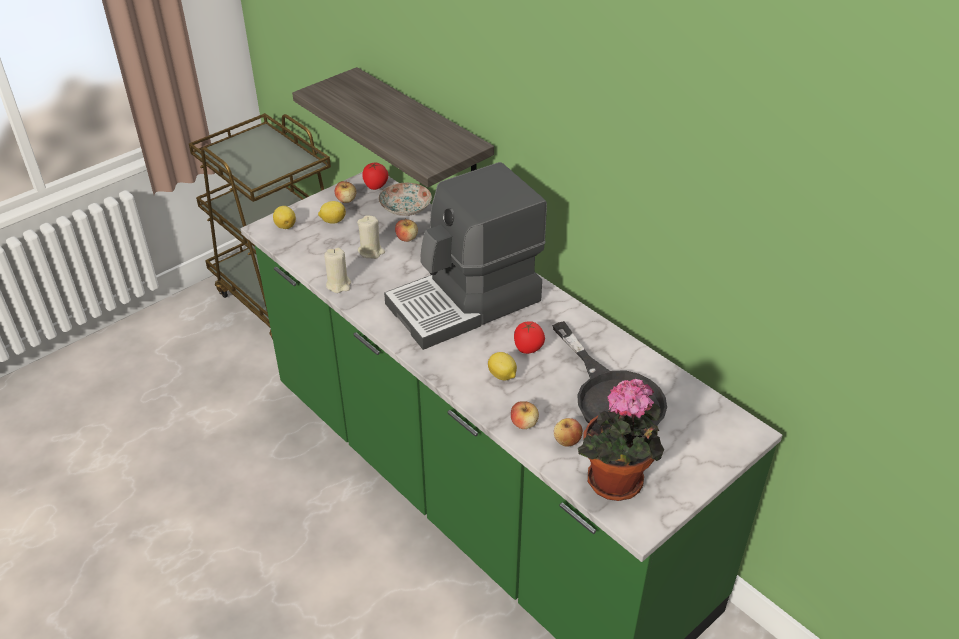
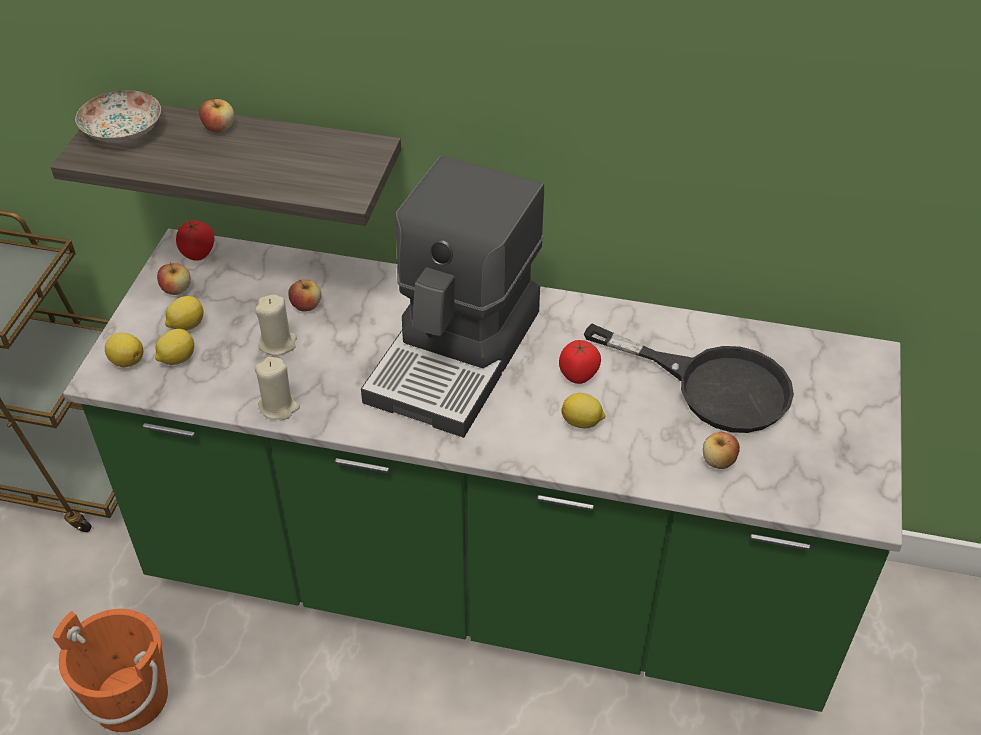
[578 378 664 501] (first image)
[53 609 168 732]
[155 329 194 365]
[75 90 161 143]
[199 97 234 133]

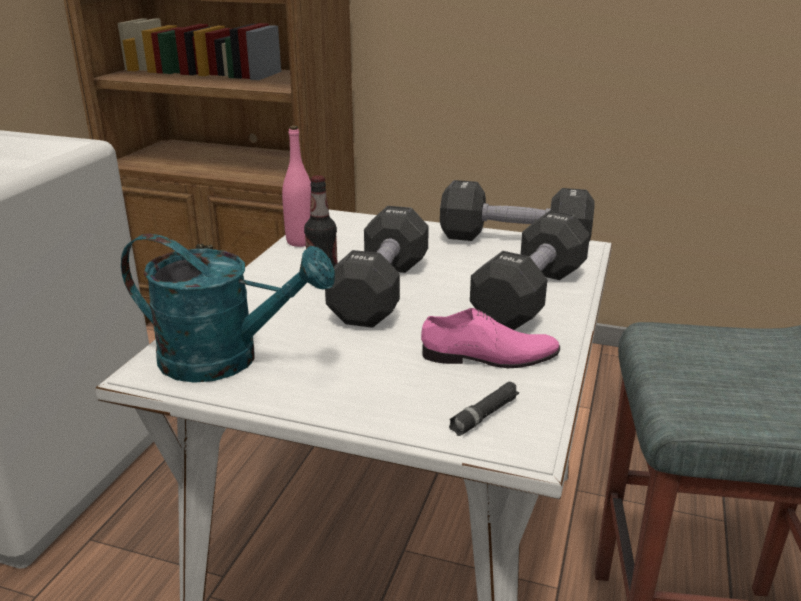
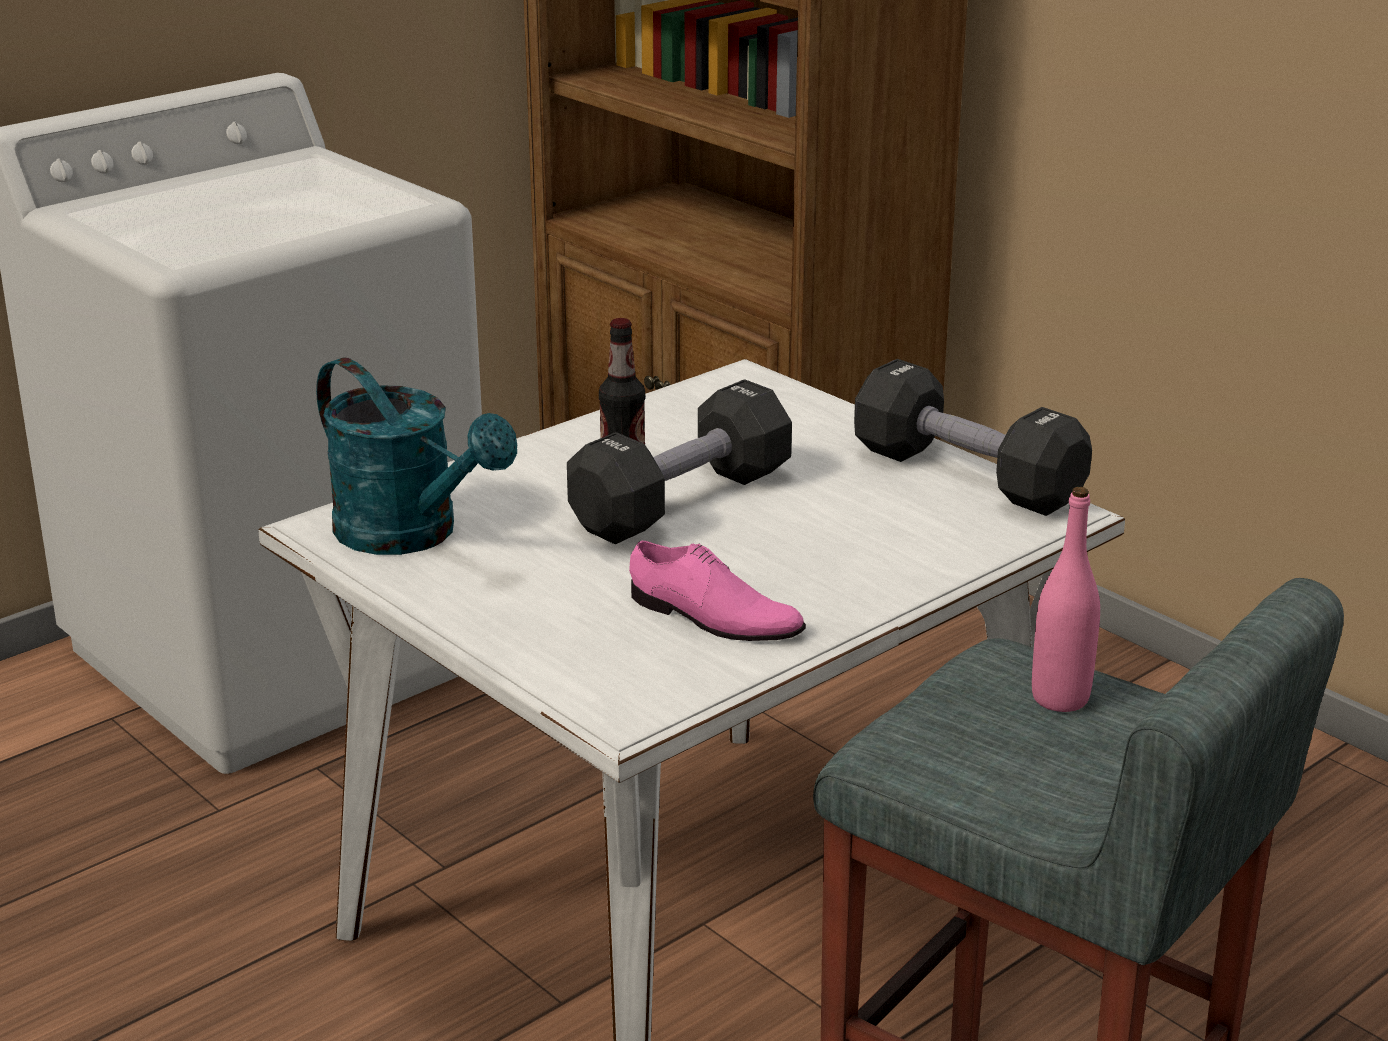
[449 382 519 436] (first image)
[470 210 590 330] (first image)
[1032 487 1100 712]

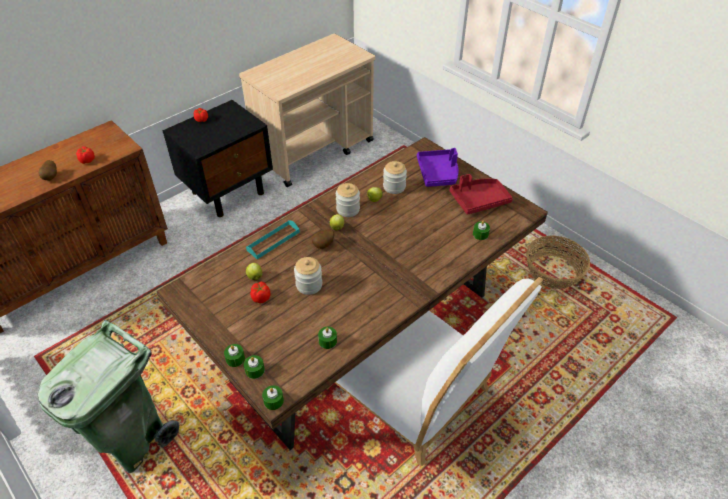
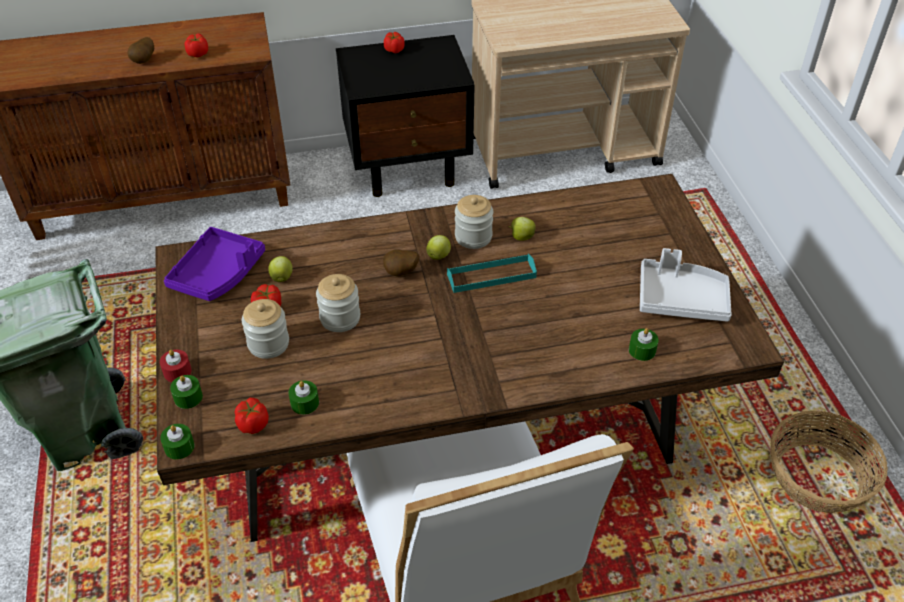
[235 398 269 434]
[447 254 537 293]
[242 299 289 359]
[164 227 265 301]
[160 350 192 382]
[640 248 732 322]

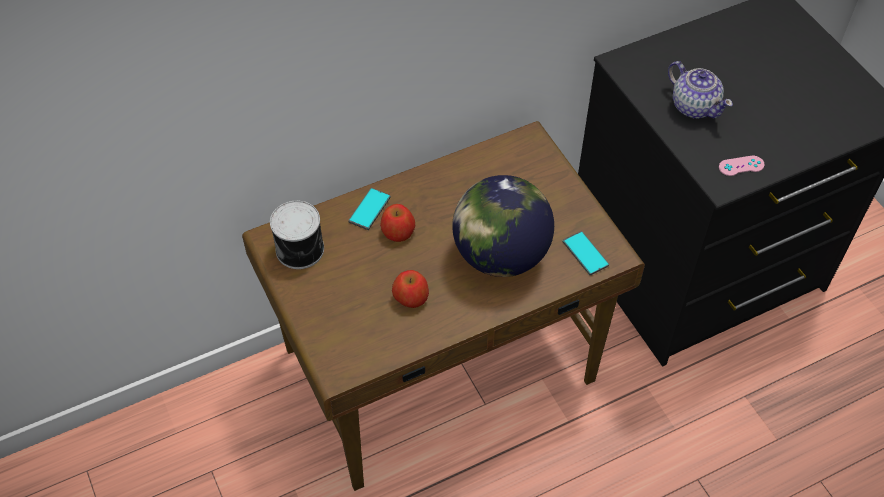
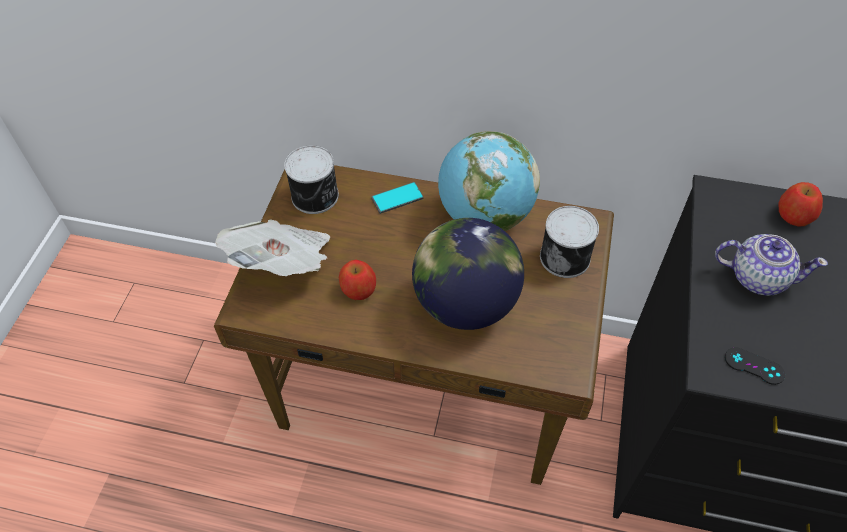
[563 231 609 275] (first image)
[215 219 330 276]
[438 131 540 231]
[540 206 599 278]
[779 182 823 227]
[725 347 785 385]
[715 234 828 296]

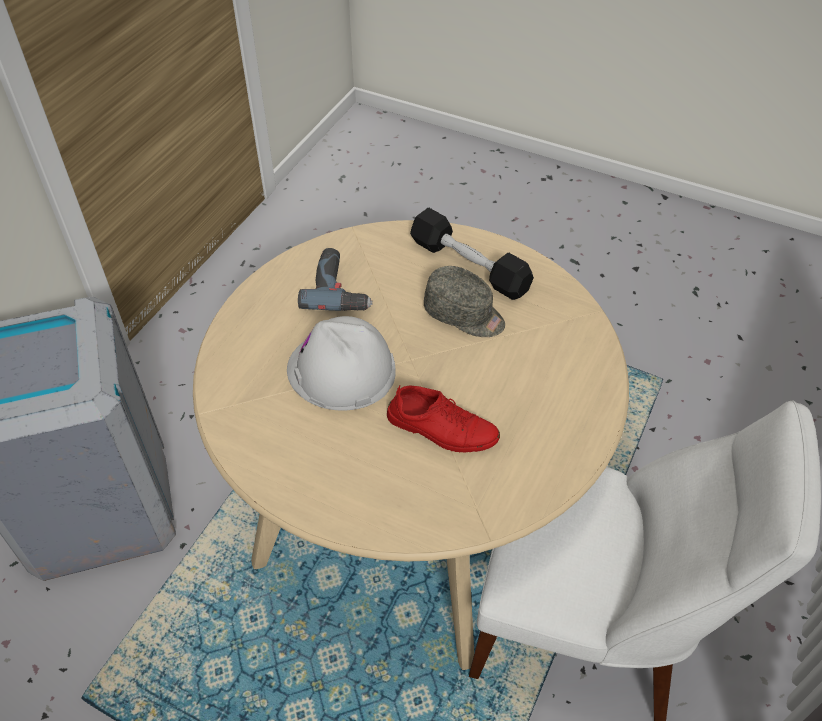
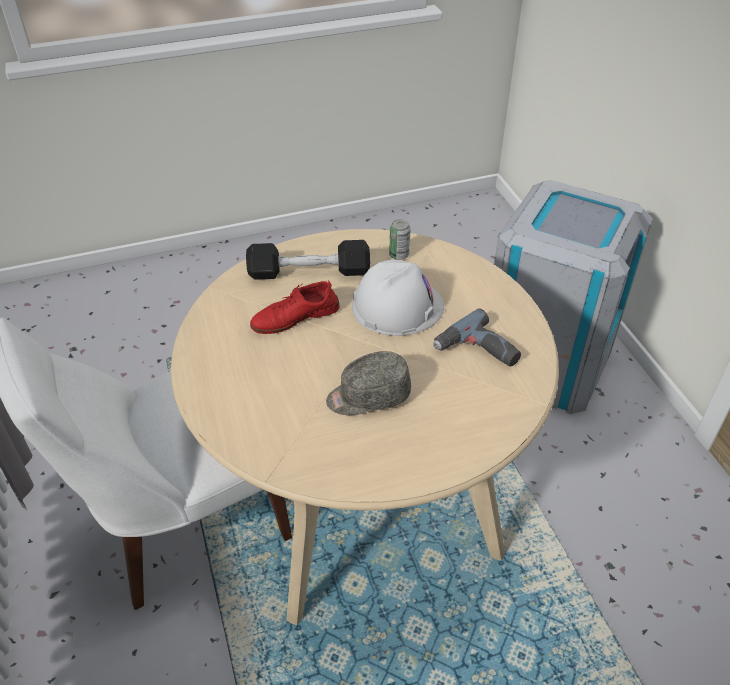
[389 219 411 260]
[246 240 370 280]

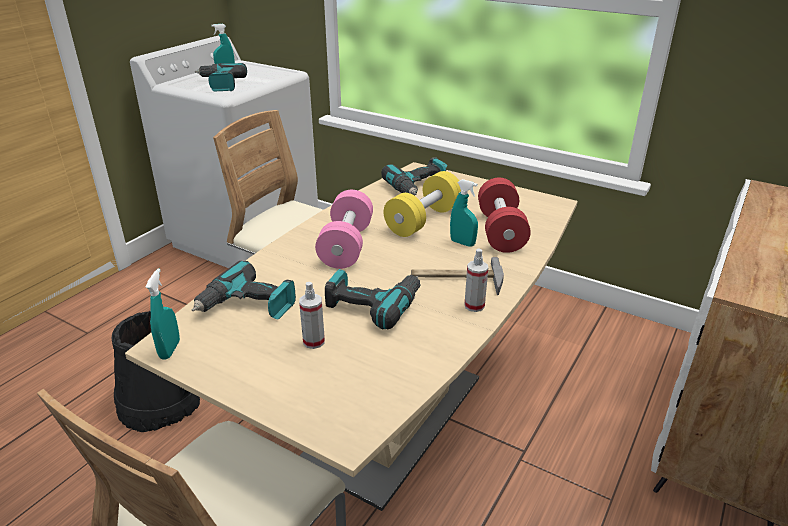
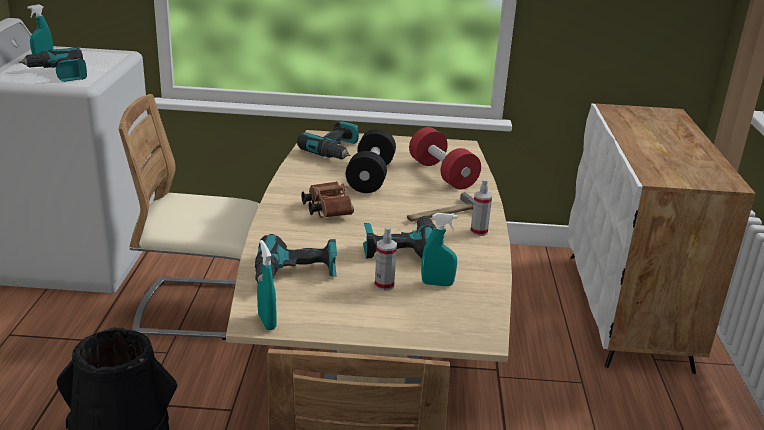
[421 213 457 286]
[301 181 354 218]
[346 129 396 193]

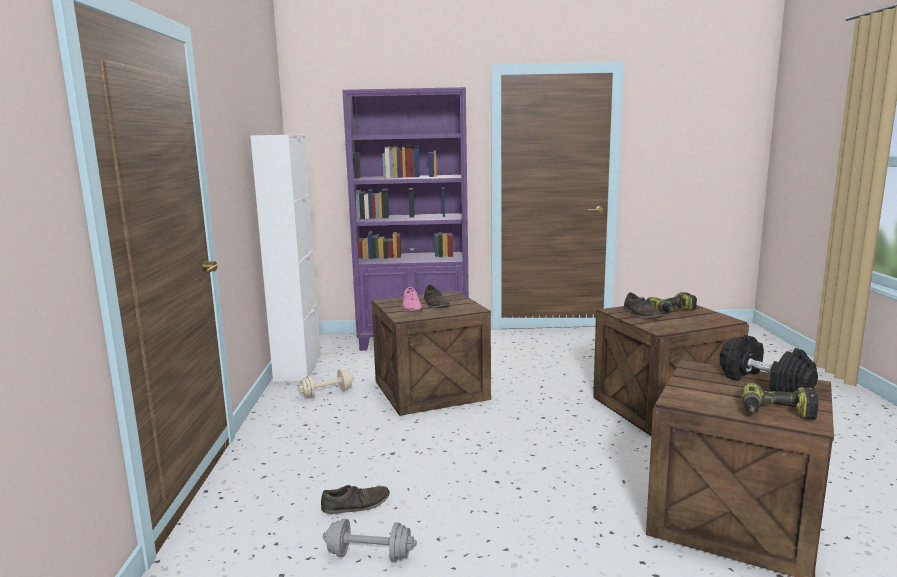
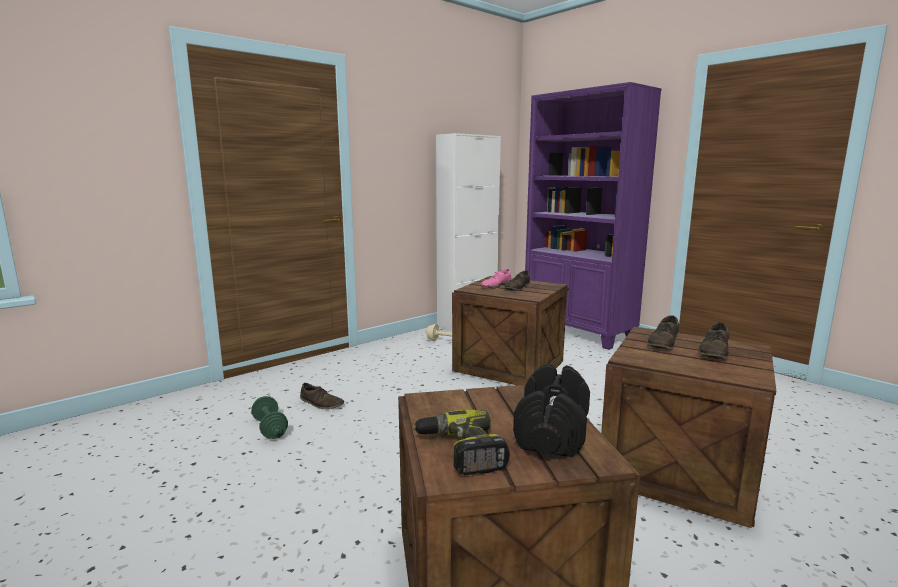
[698 322 730 360]
[251 396 288 439]

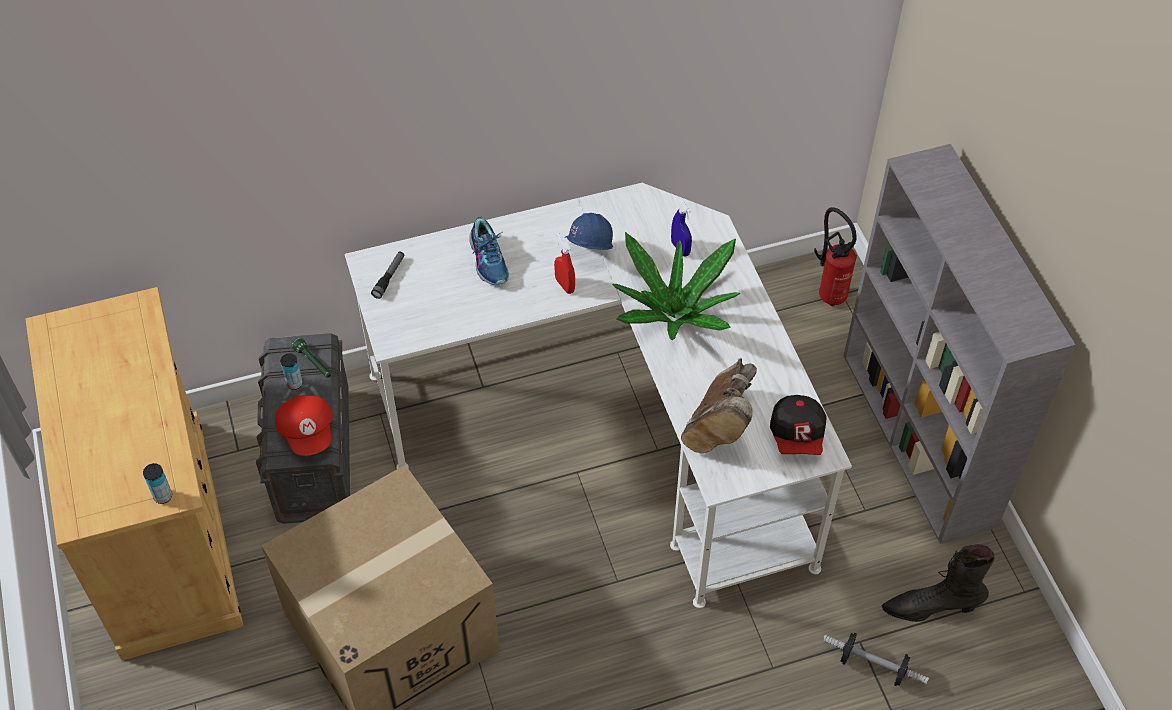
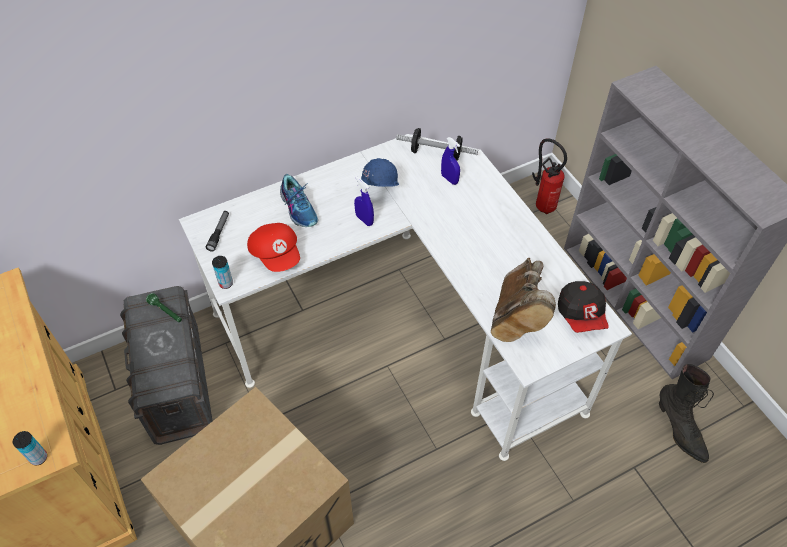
[612 232 740 340] (first image)
[247 223 300 272]
[212 256 233 289]
[396 128 478 161]
[354 176 374 226]
[659 364 714 463]

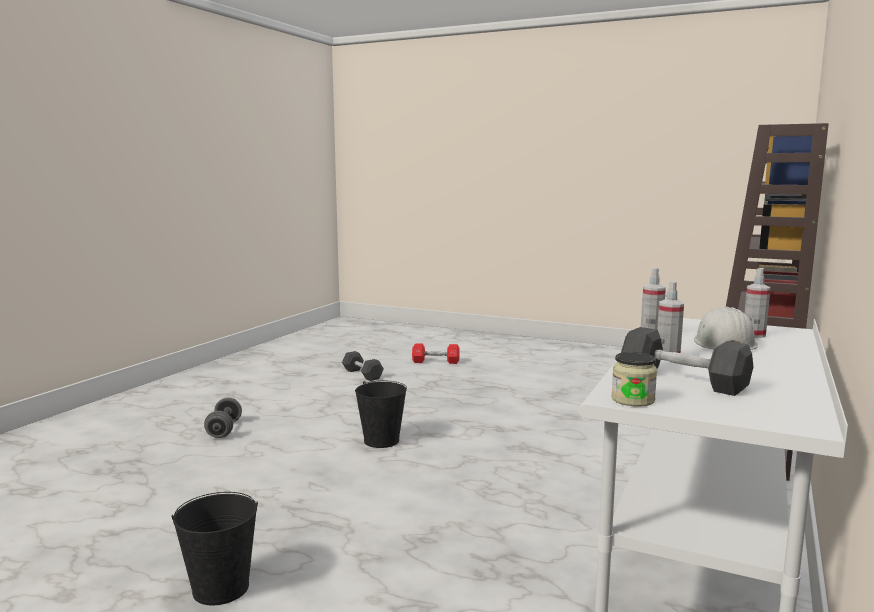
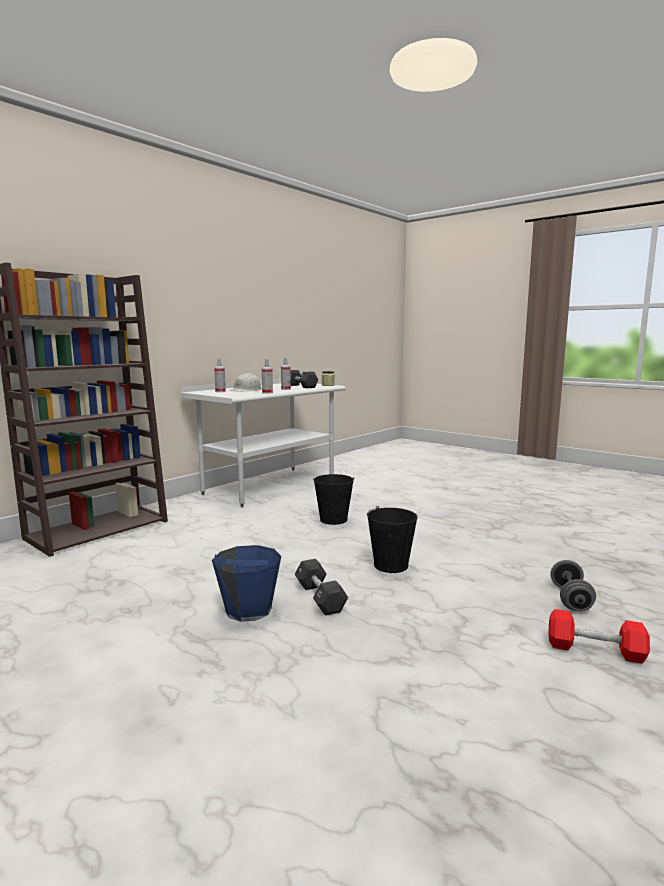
[212 545 281 622]
[313 474 354 525]
[295 559 348 616]
[548 609 650 664]

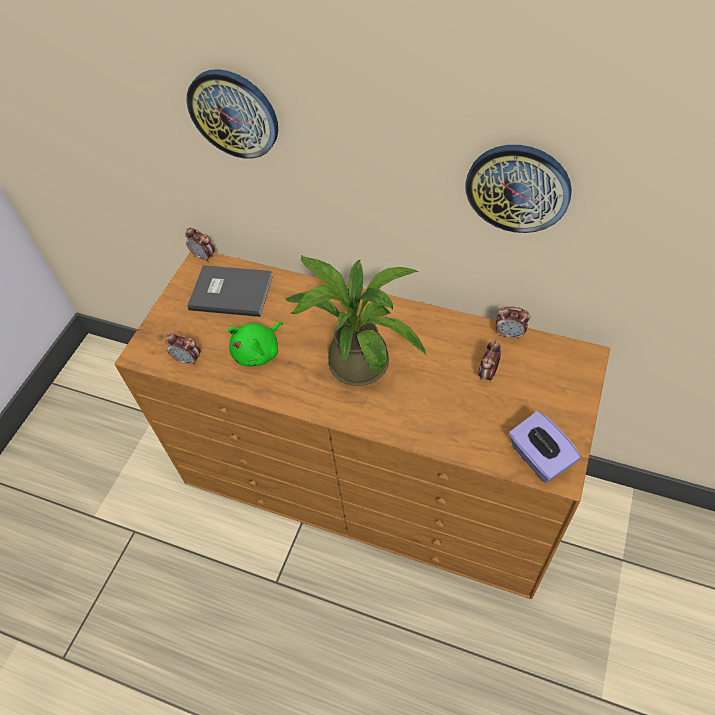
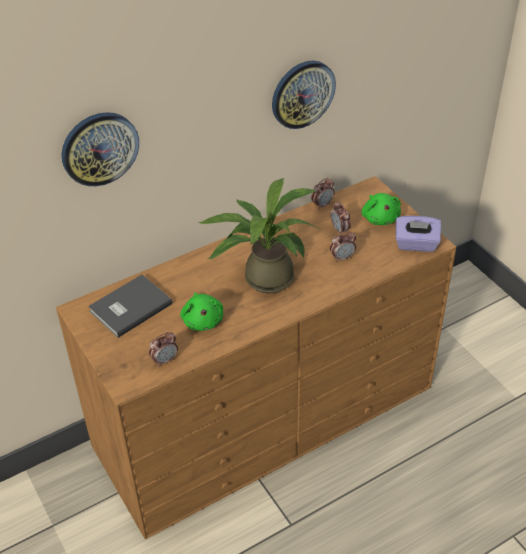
[362 193 401 225]
[330 231 356 262]

